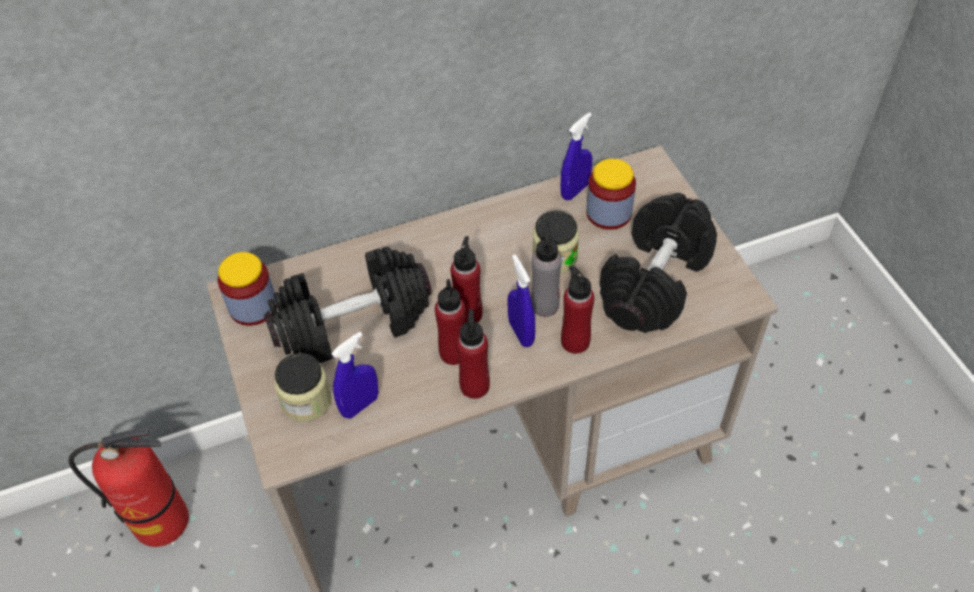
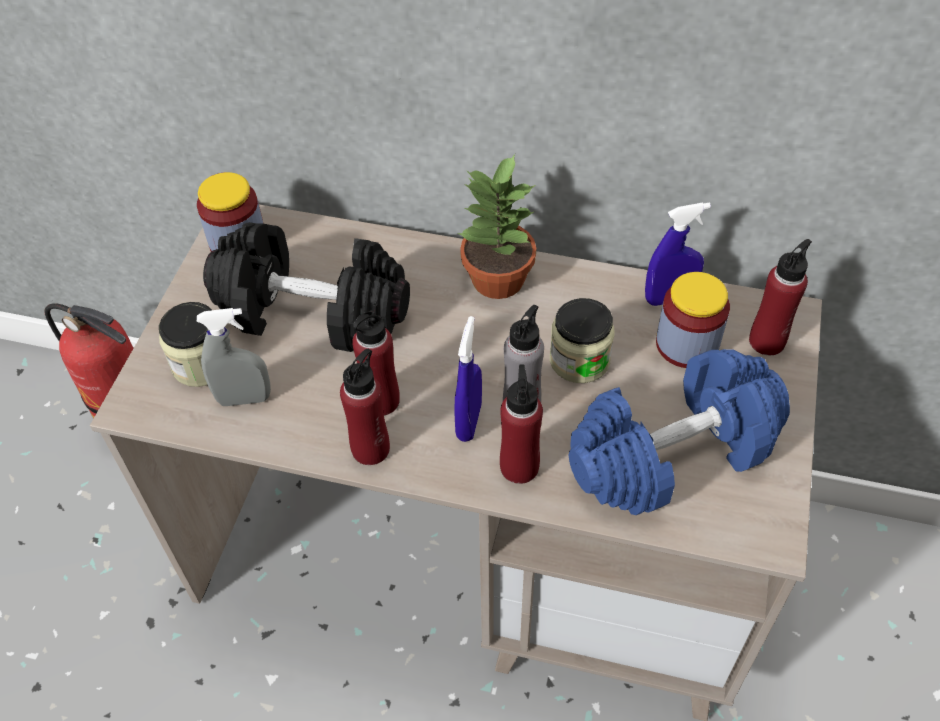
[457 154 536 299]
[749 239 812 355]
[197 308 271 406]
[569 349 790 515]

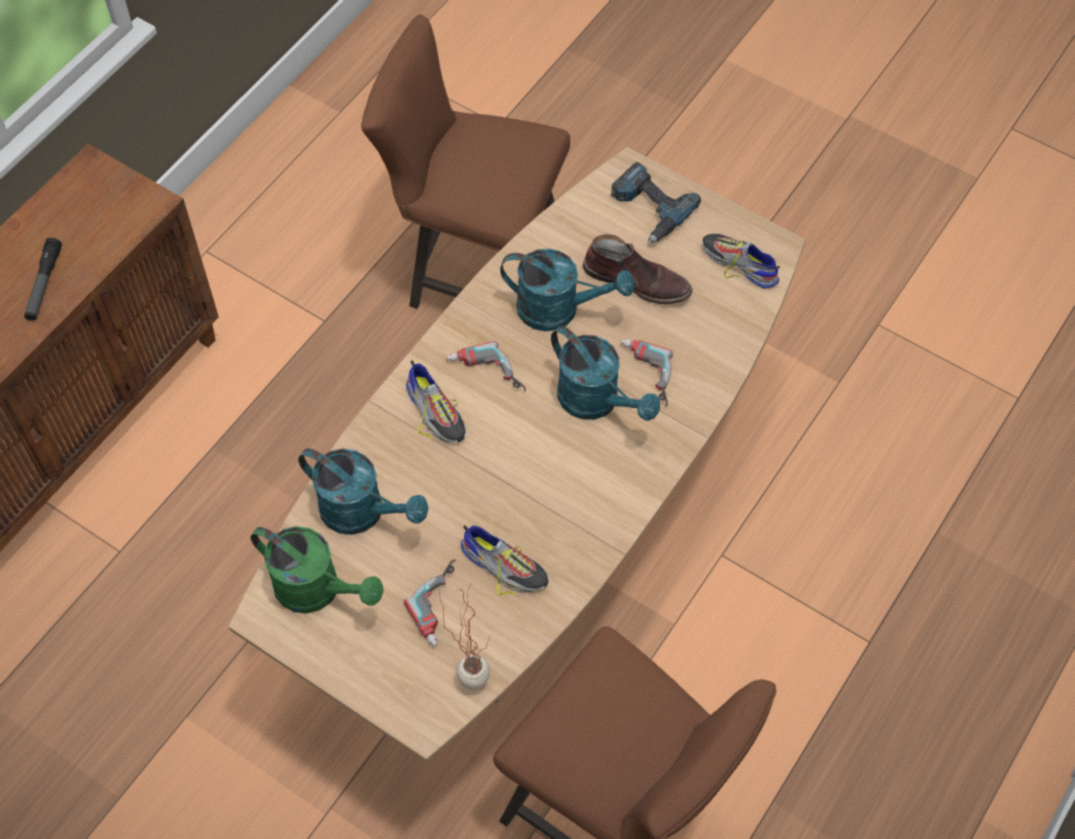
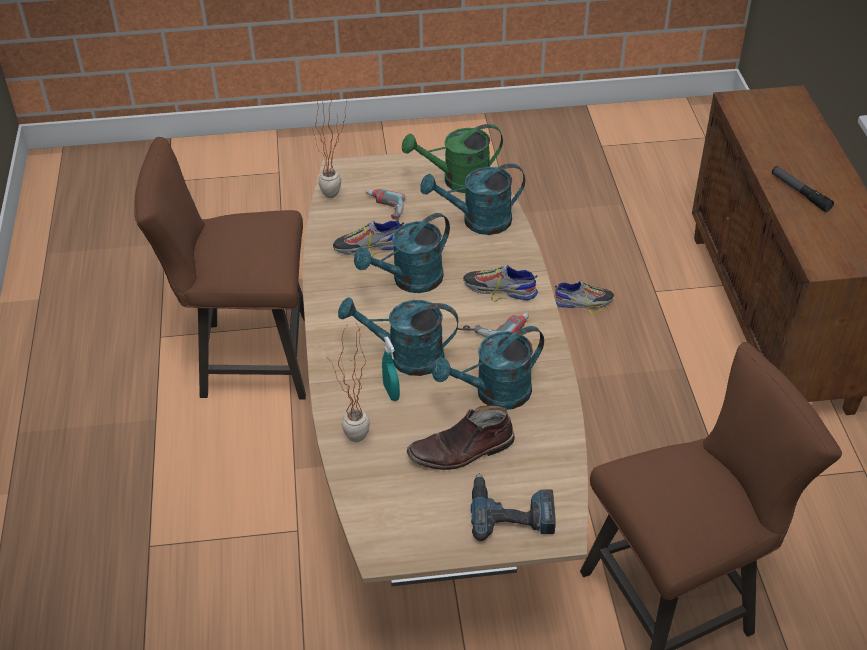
[331 326 370 442]
[354 213 450 293]
[555 281 614 314]
[382 336 400 401]

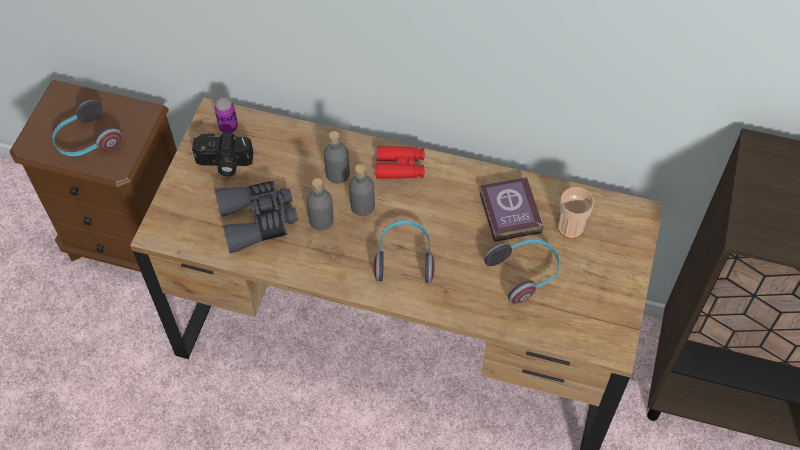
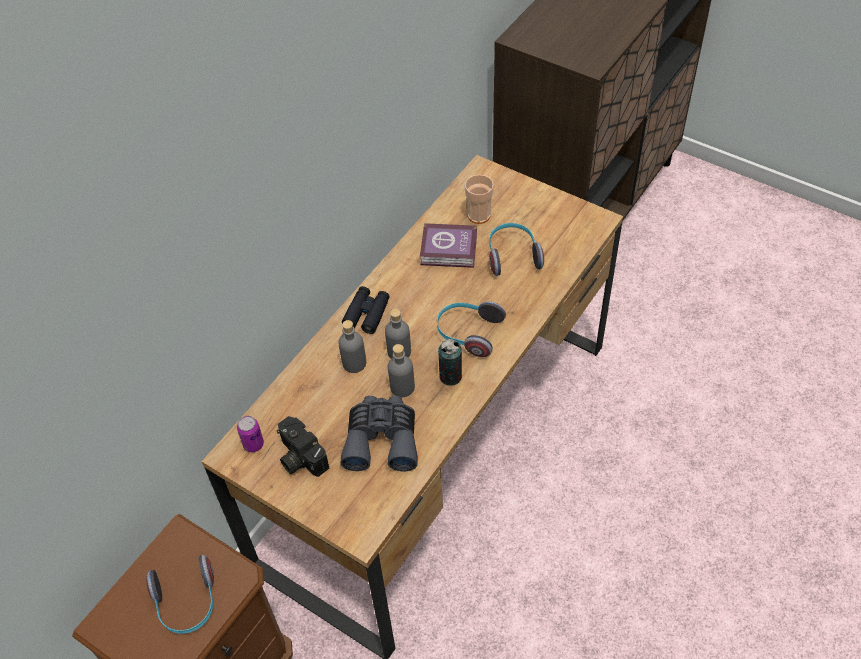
[438 339 462 386]
[342 286 390 334]
[277 416 329 477]

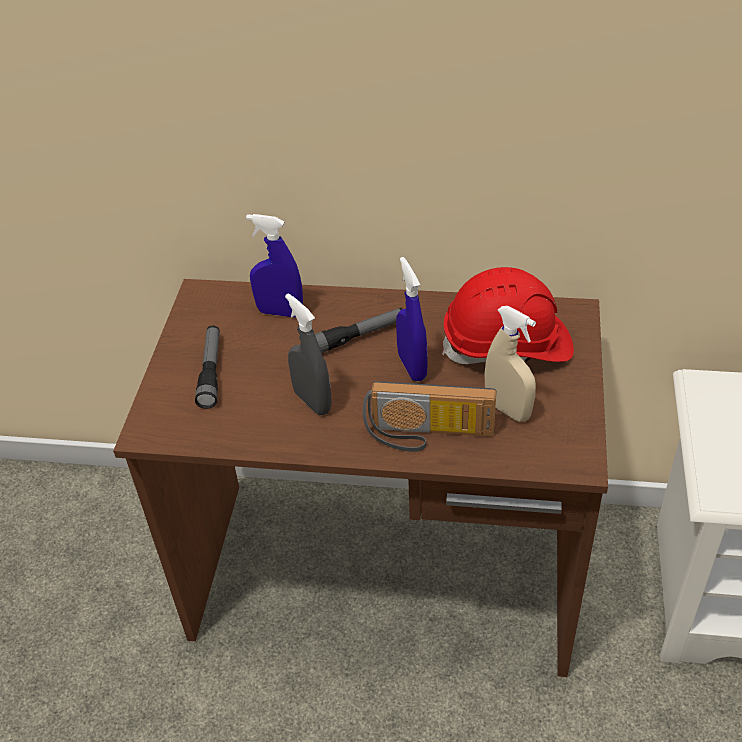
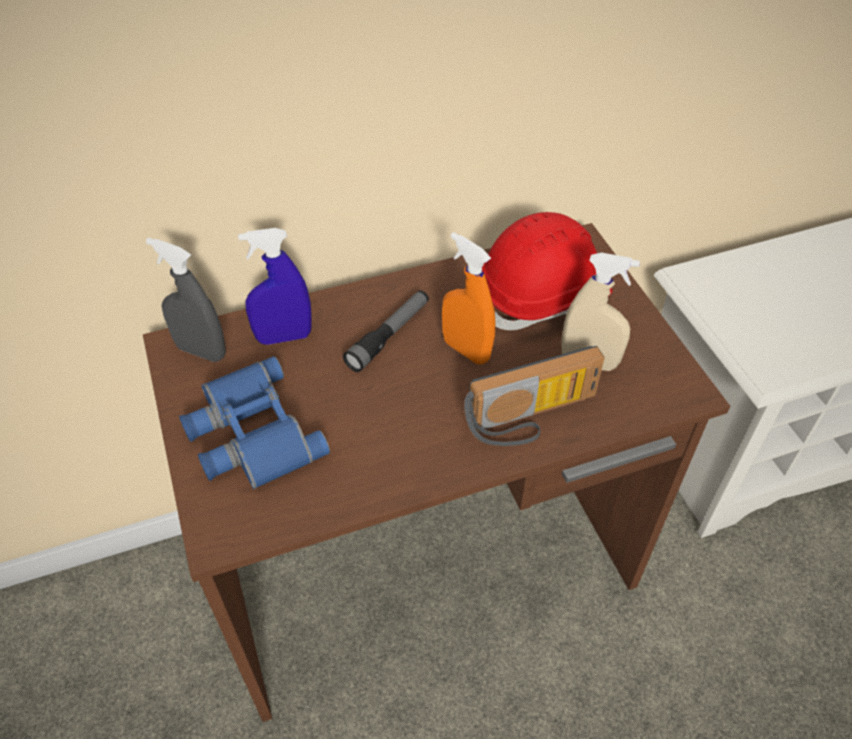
[146 238 226 362]
[179 356 330 489]
[442 232 495 364]

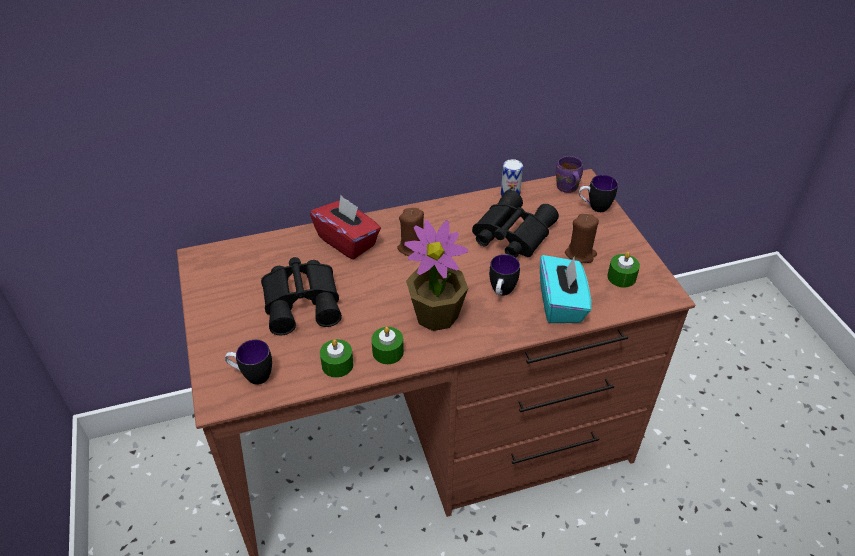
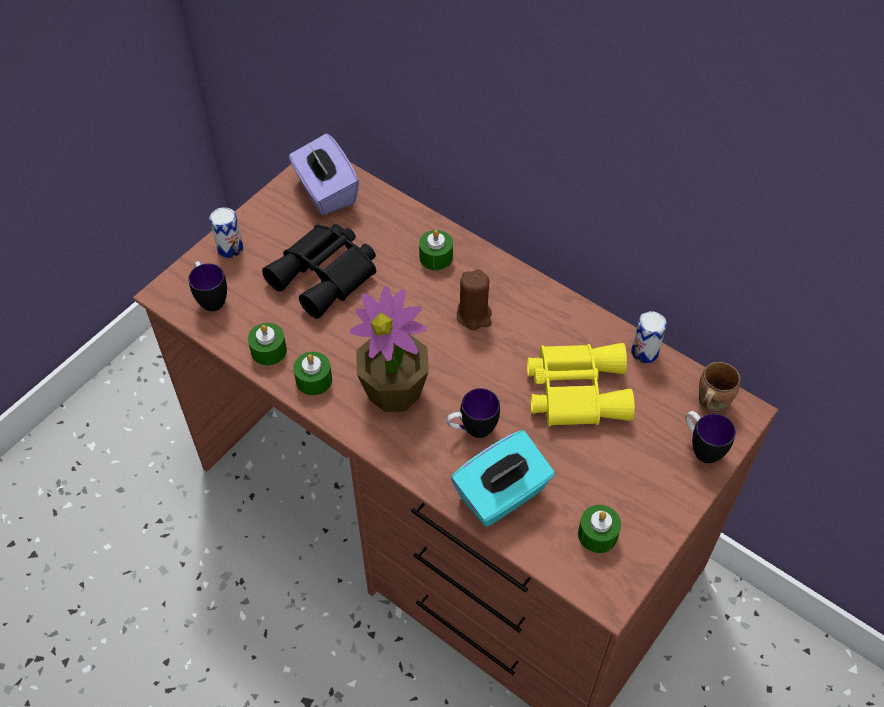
[565 214 599 263] (first image)
[210 207 243 258]
[289 134 359 215]
[419 230 453 270]
[527 343 635 427]
[699 362 741 413]

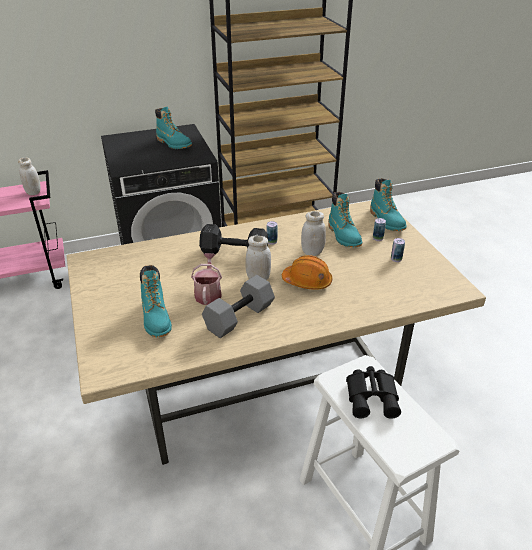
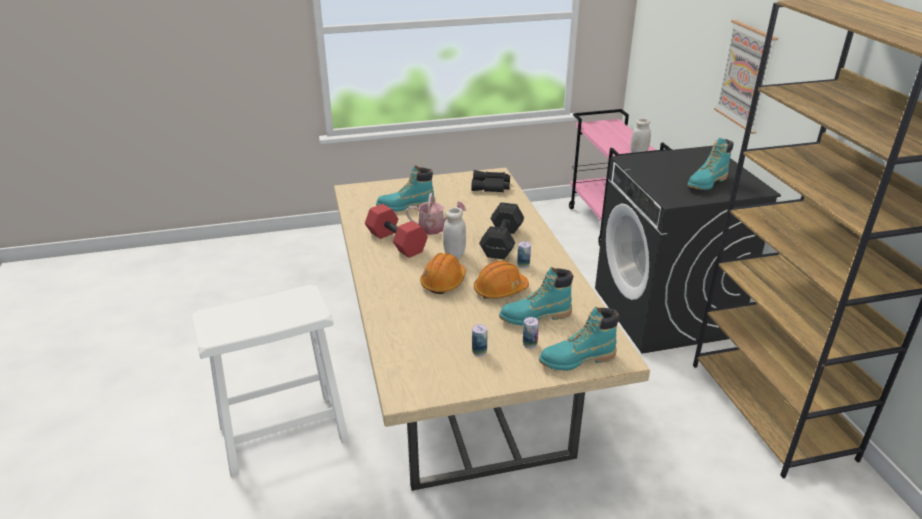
[714 20 778 134]
[471 170 510 193]
[474 260 529 299]
[365 204 428 258]

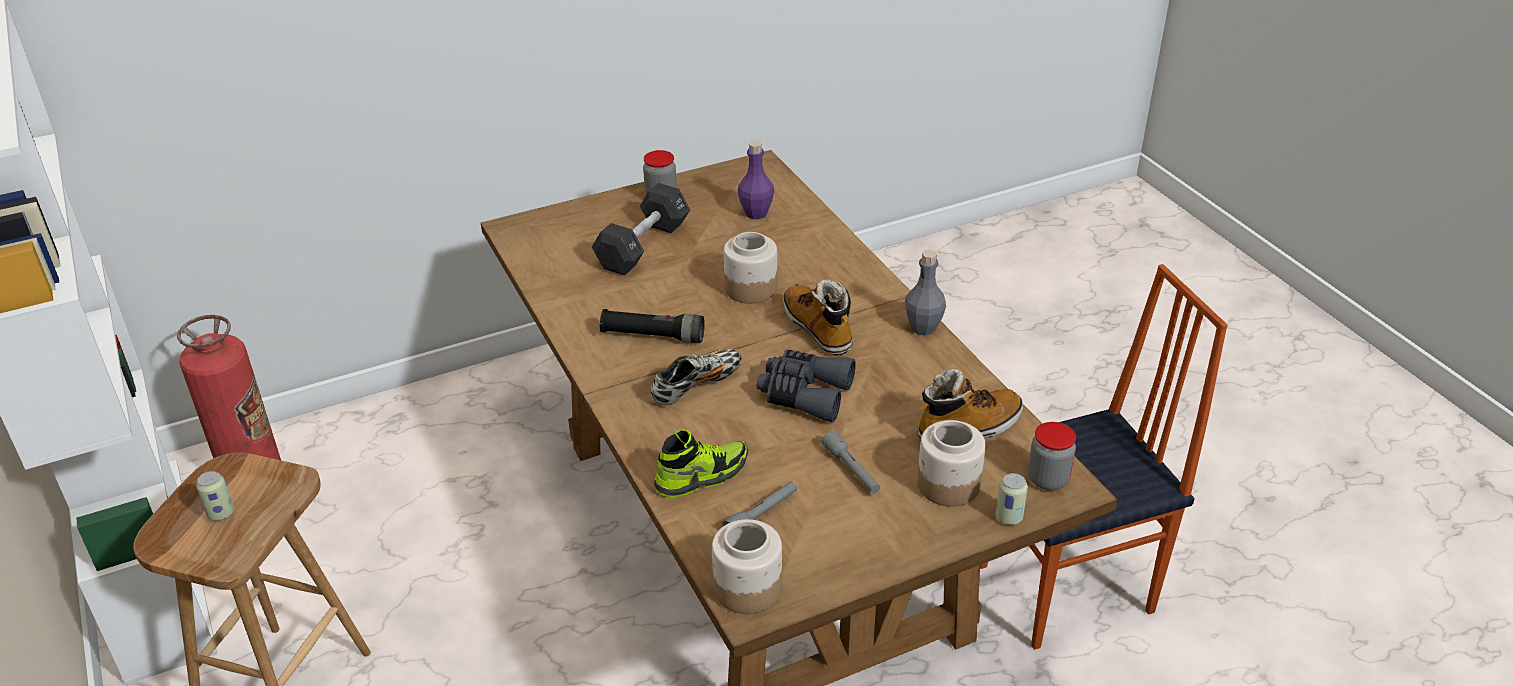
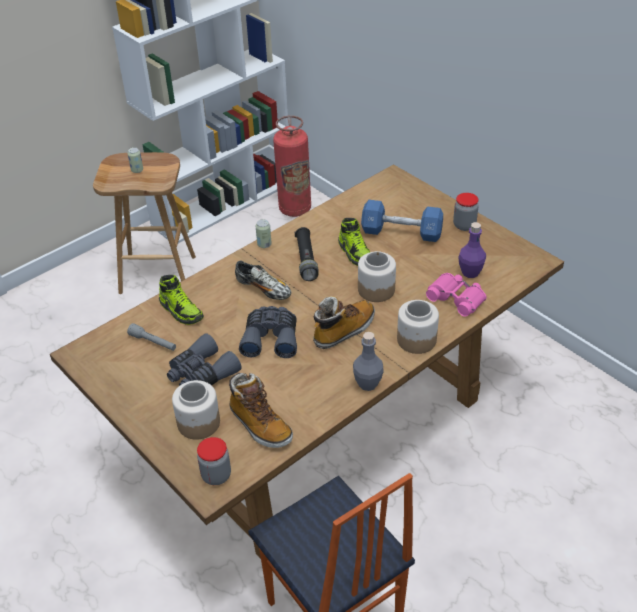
[338 218 370 266]
[426 273 487 317]
[397 300 439 354]
[256 219 271 248]
[167 333 242 386]
[361 200 443 242]

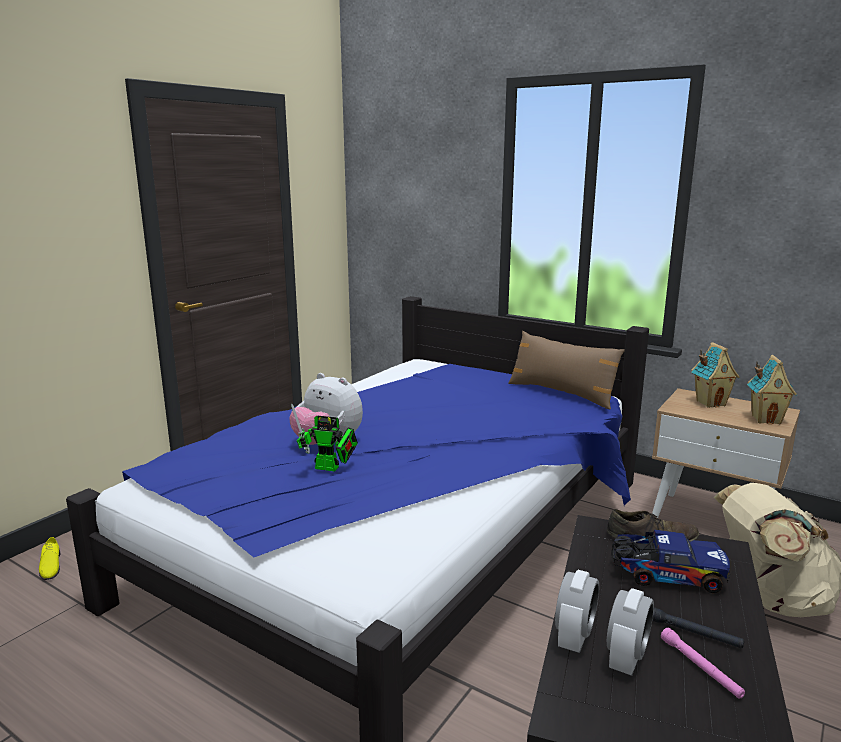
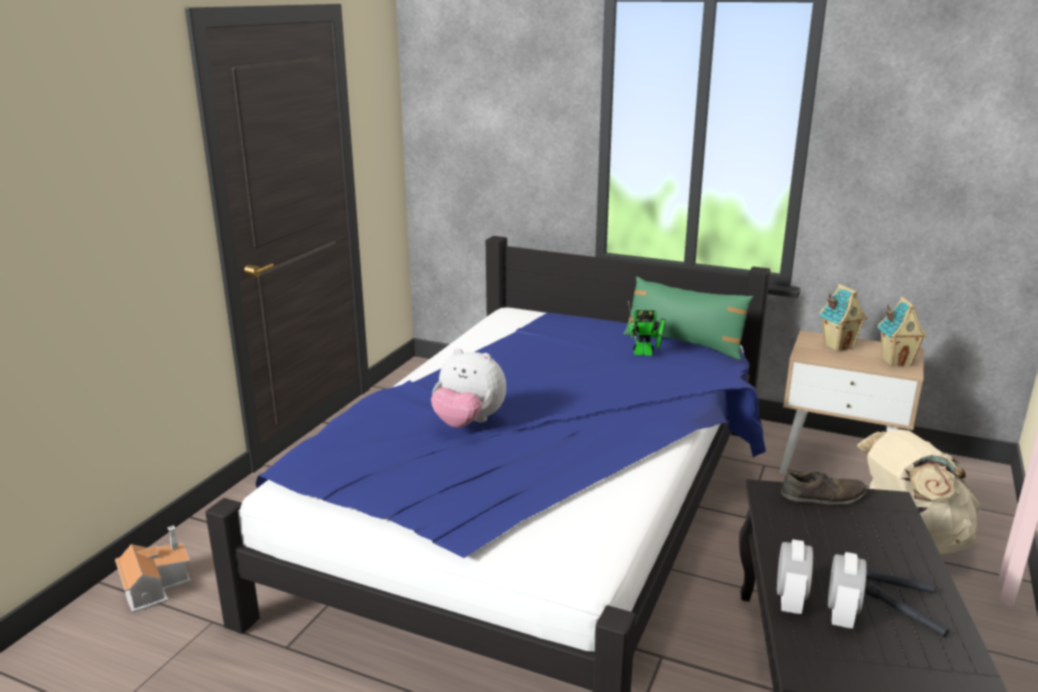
[611 529 730 594] (first image)
[628 301 666 356]
[115 525 191 613]
[623 277 753 360]
[865 582 949 637]

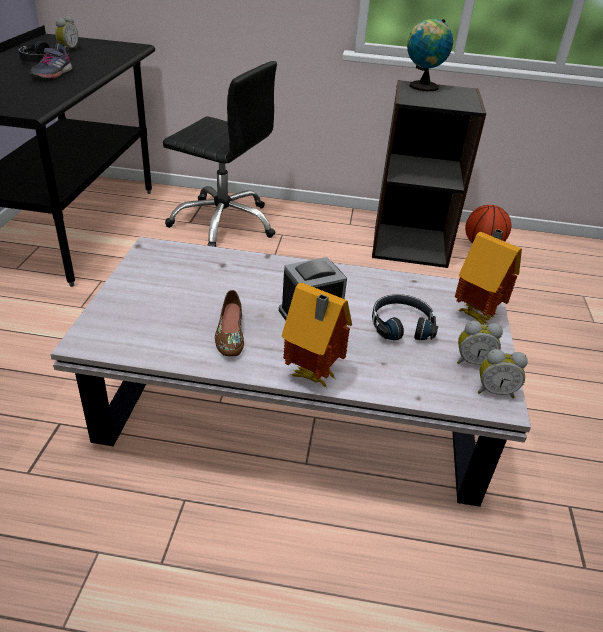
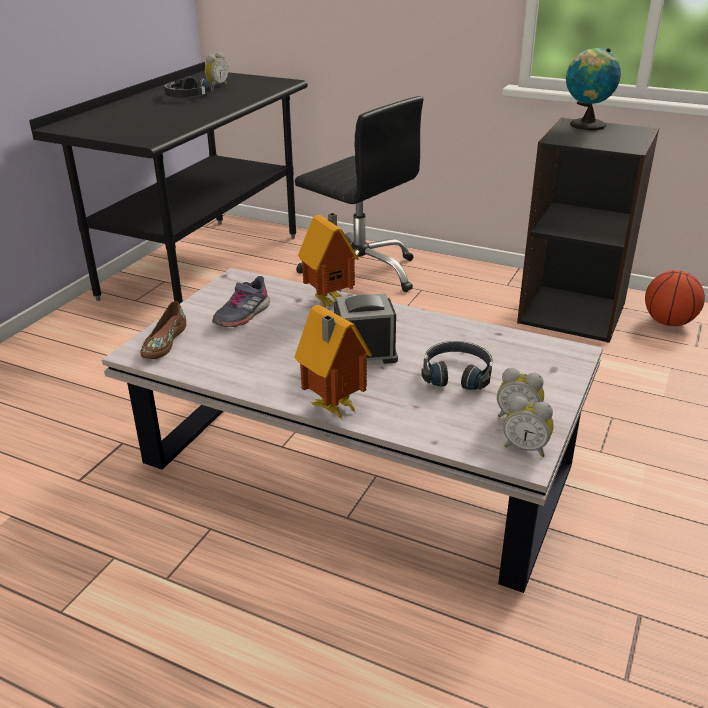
[212 276 270 327]
[140 301 186 359]
[298 213 359 307]

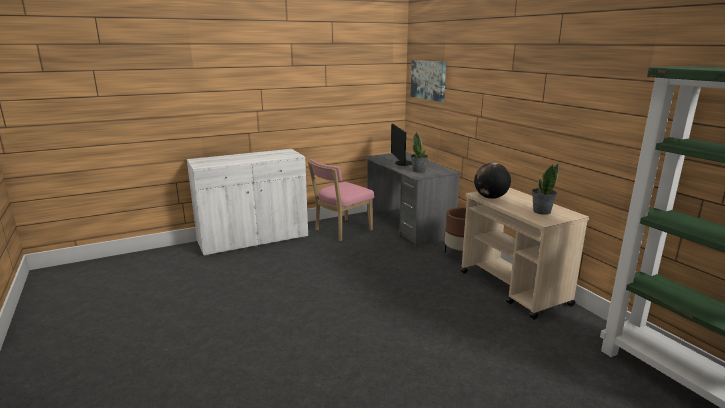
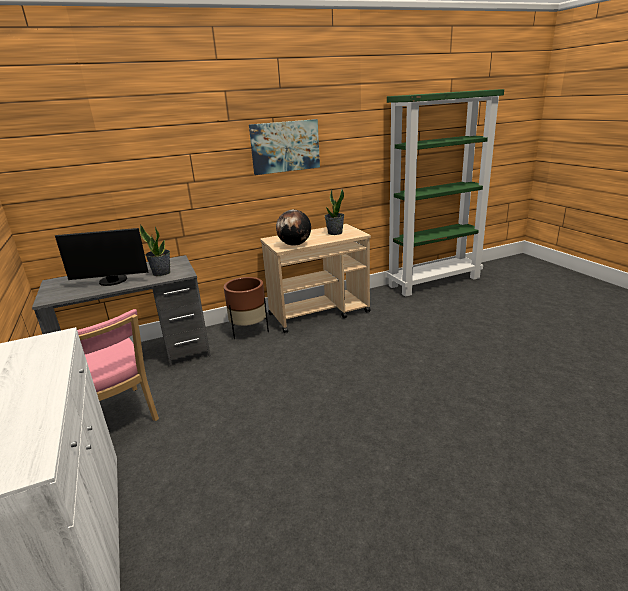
[249 119 320 175]

